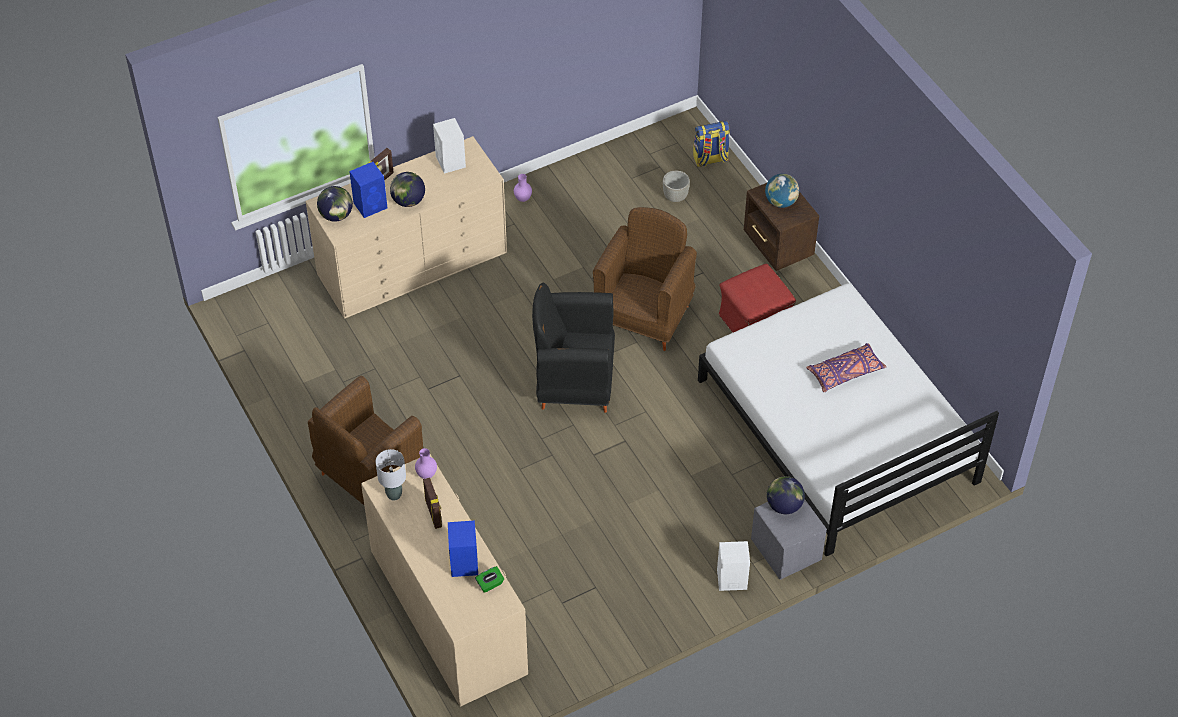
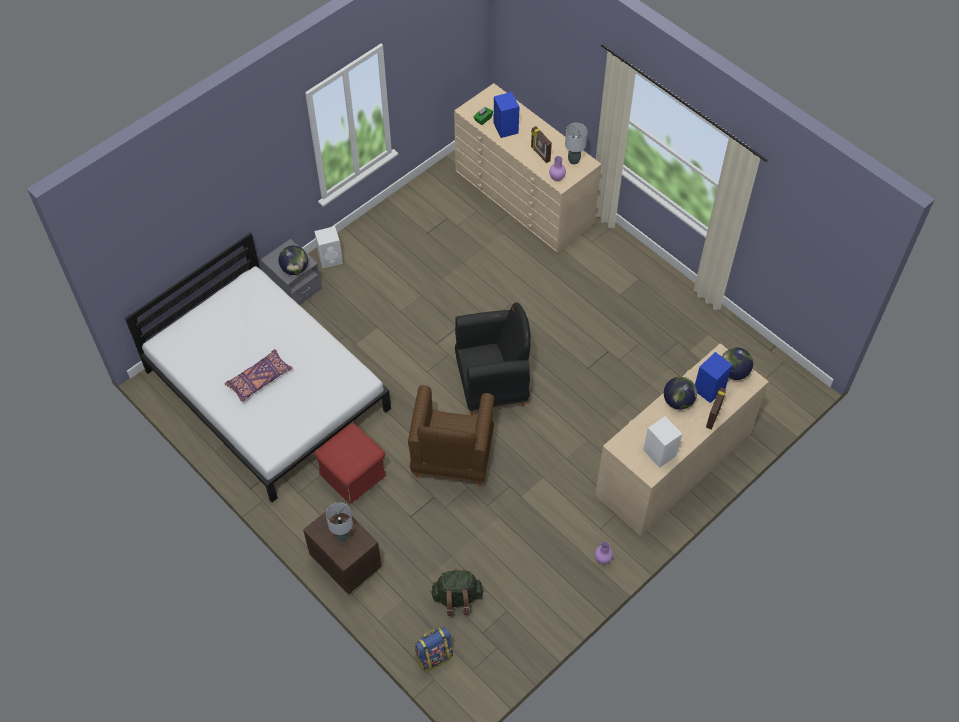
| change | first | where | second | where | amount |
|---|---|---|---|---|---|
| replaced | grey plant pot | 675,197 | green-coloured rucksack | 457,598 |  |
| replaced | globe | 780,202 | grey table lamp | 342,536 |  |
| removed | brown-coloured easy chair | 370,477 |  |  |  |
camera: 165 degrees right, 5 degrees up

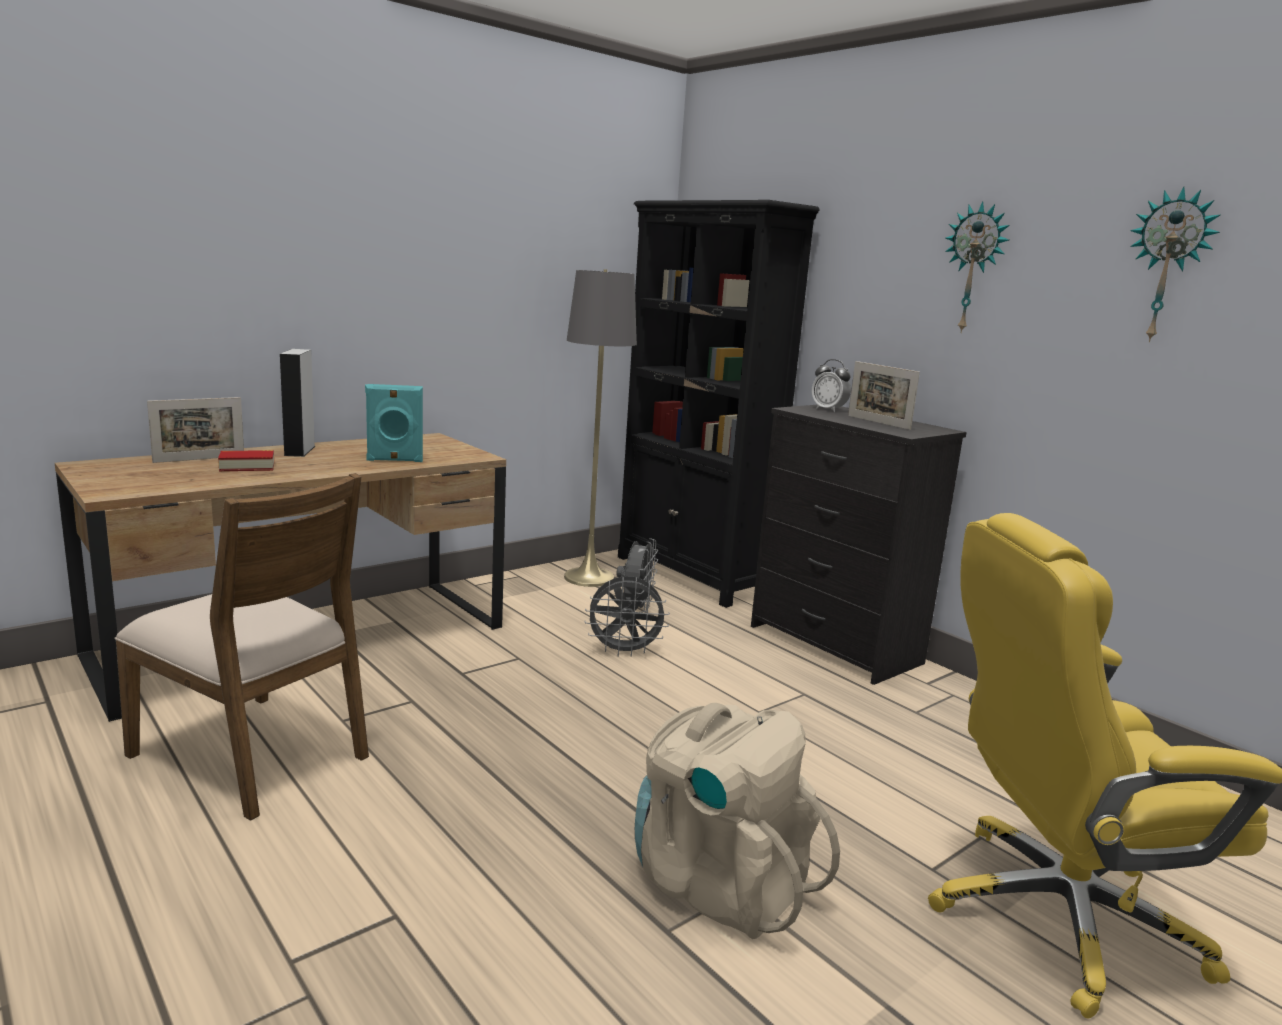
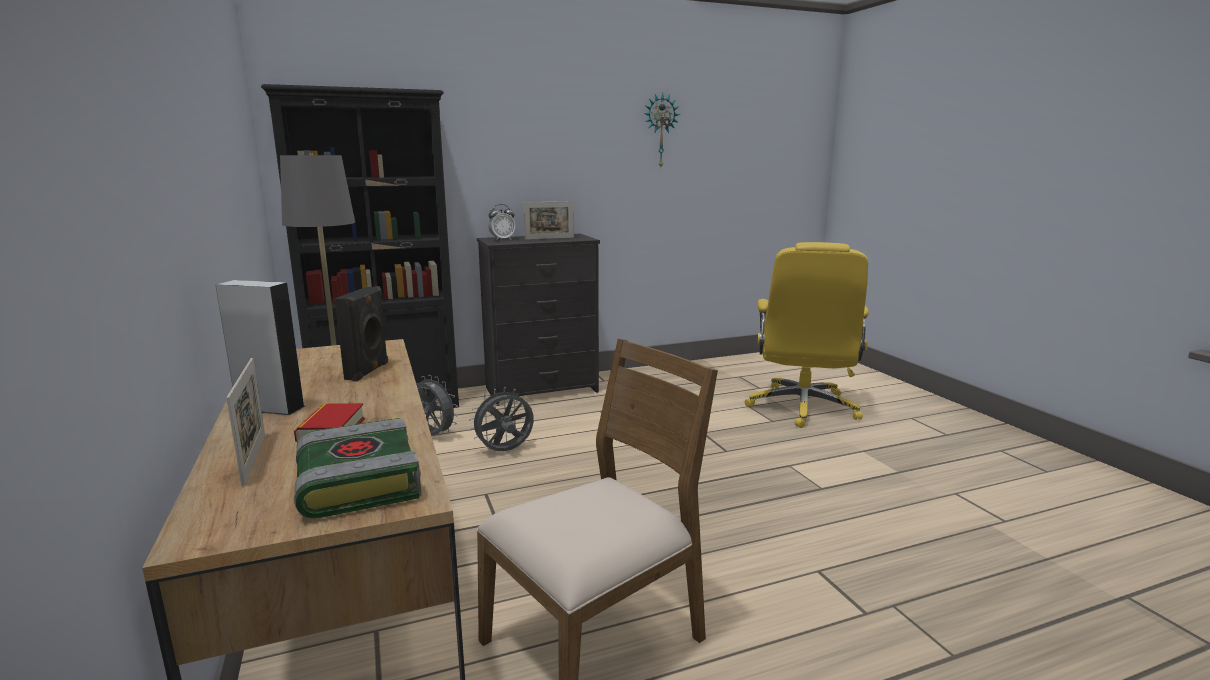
| change | first | where | second | where | amount |
|---|---|---|---|---|---|
| removed | hanging clock | 974,268 |  |  |  |
| recoloured | blue-green speaker | 395,460 | black speaker | 368,371 |  |
| turned | grey electric fan | 624,652 |  | 505,452 | 135 degrees counterclockwise |
| removed | beige rucksack | 719,883 |  |  |  |
| added |  |  | volume | 356,481 |  |
camera: 70 degrees left, 0 degrees up

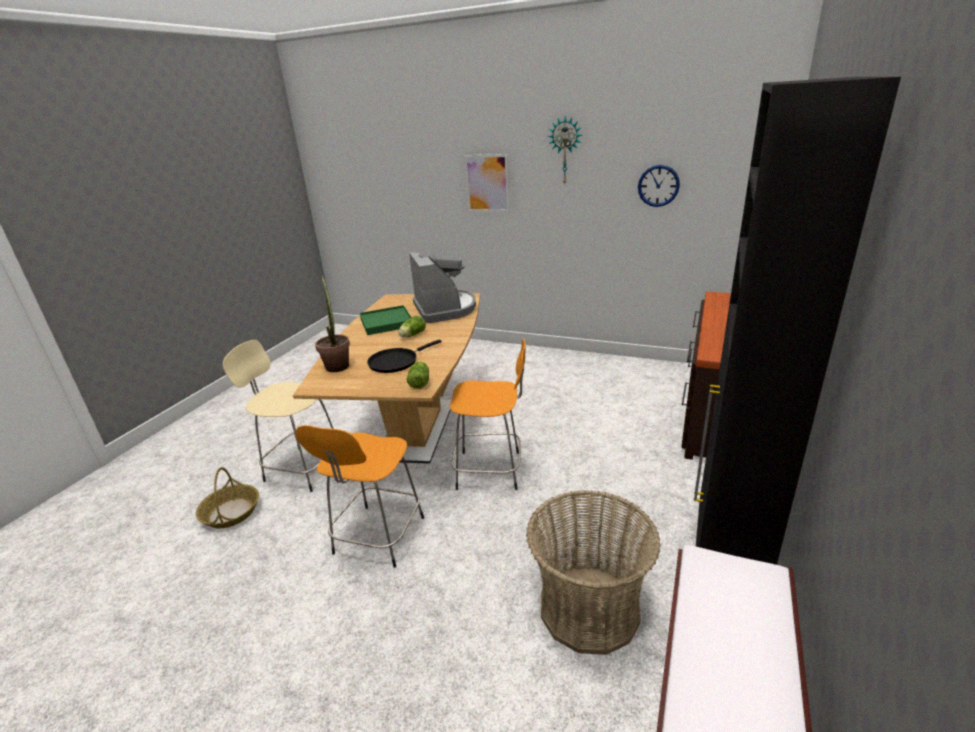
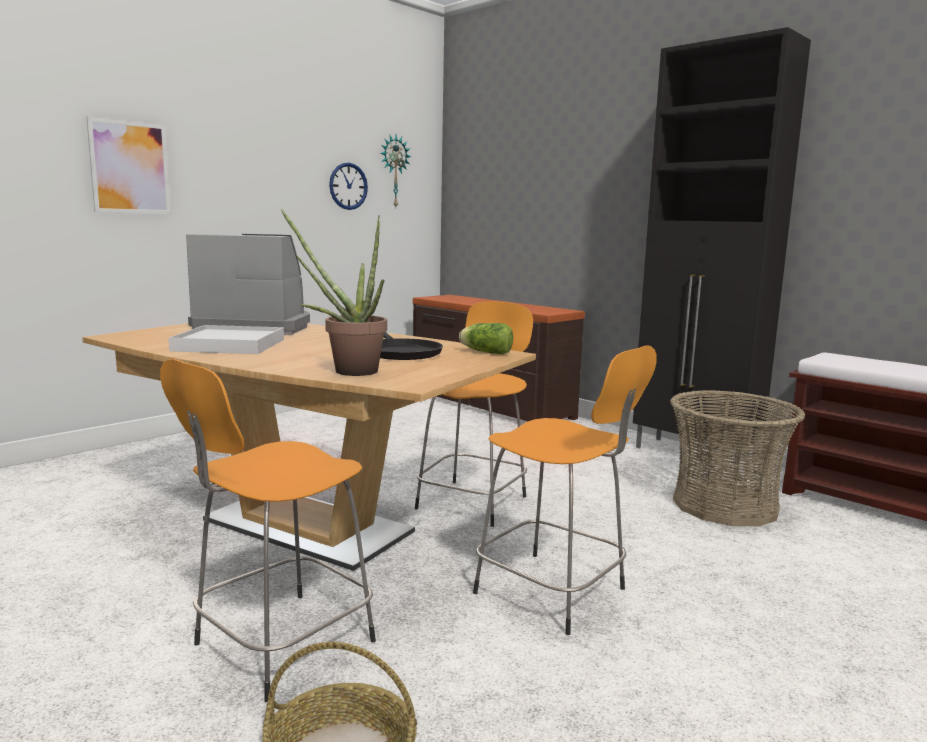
| change | first | where | second | where | amount |
|---|---|---|---|---|---|
| moved | hanging clock | 565,150 |  | 393,171 |  |
| recoloured | green-coloured carrying tray | 386,322 | whitish carrying tray | 229,345 |  |
| removed | lettuce | 411,335 |  |  |  |
| recoloured | beige stool seat | 302,468 | orange stool seat | 279,645 |  |
camera: 70 degrees left, 15 degrees down

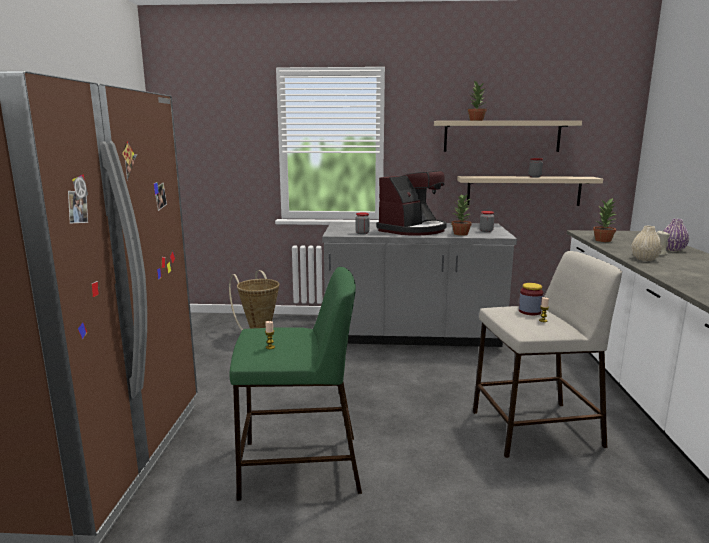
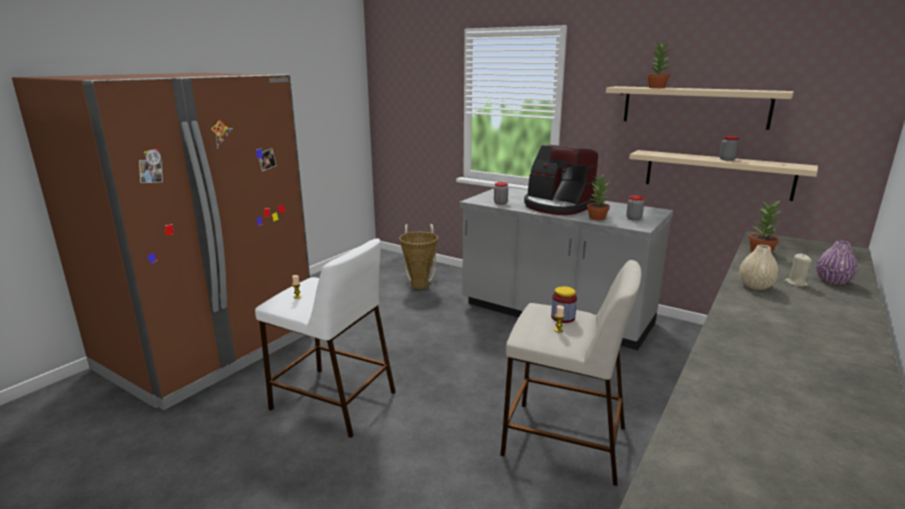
| change | first | where | second | where | amount |
|---|---|---|---|---|---|
| turned | coffee machine | 413,230 |  | 557,206 | 60 degrees clockwise |
| recoloured | green-coloured stool seat | 298,466 | whitish stool seat | 331,400 |  |
camera: 30 degrees right, 5 degrees up

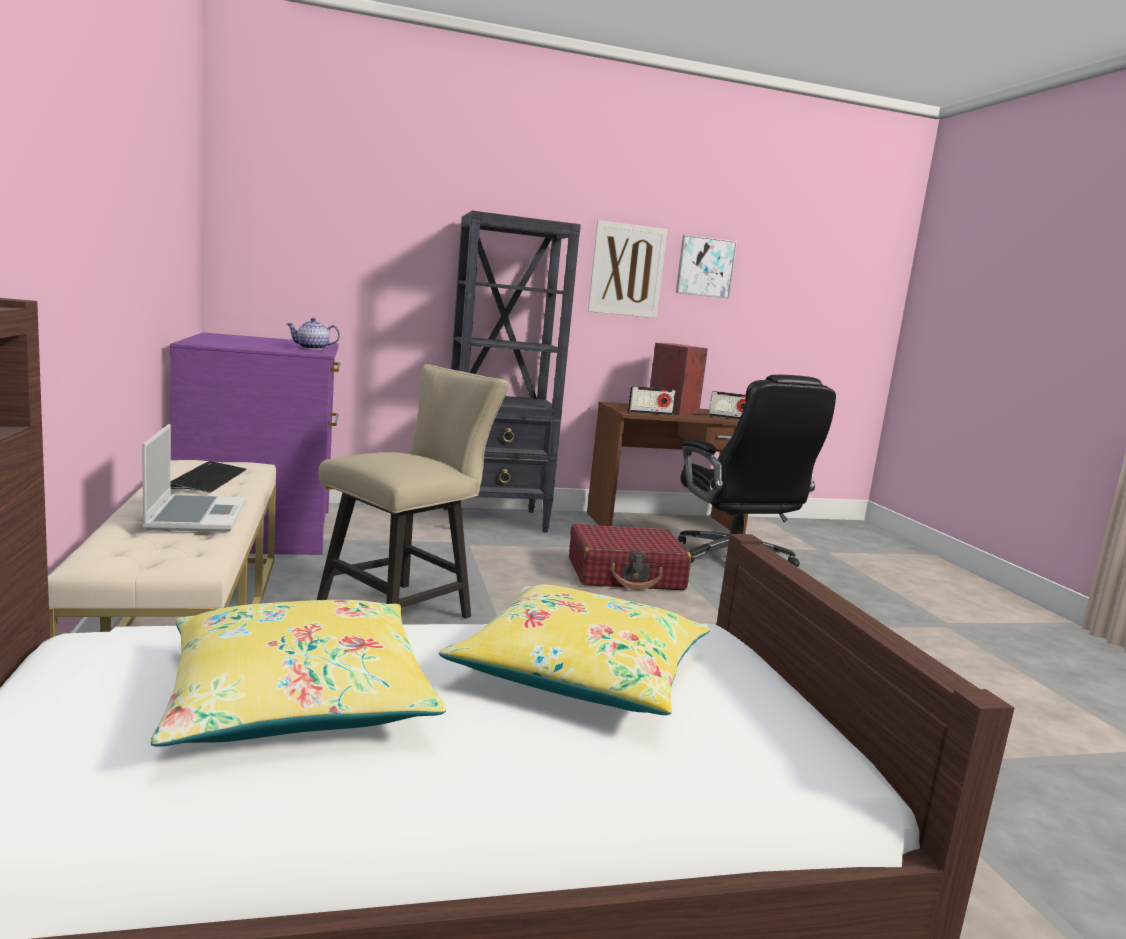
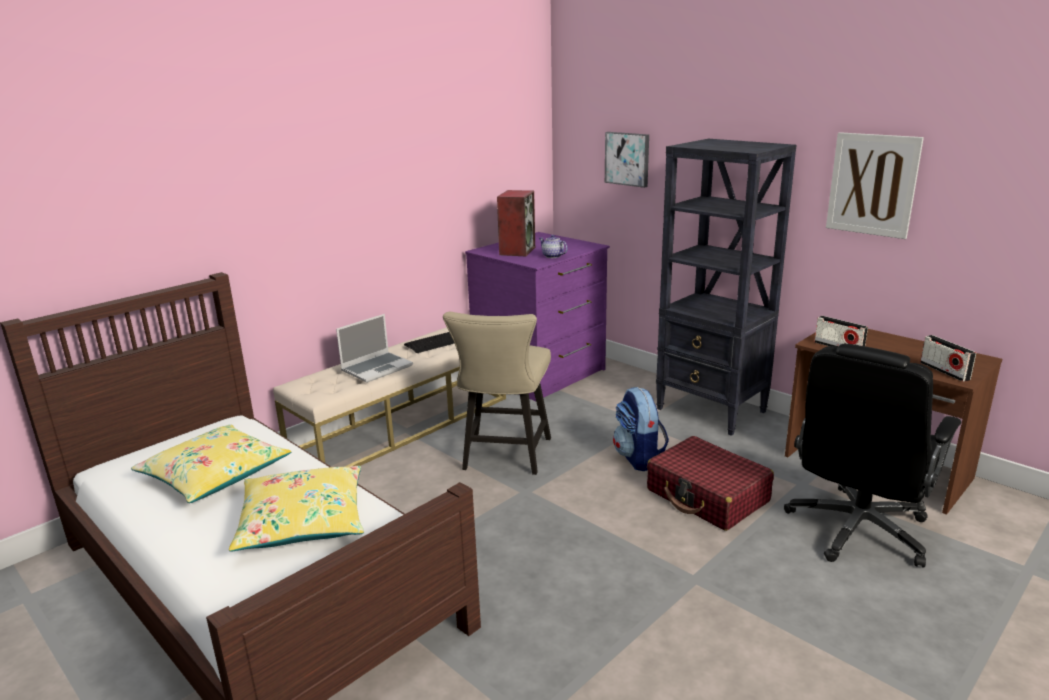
| change | first | where | second | where | amount |
|---|---|---|---|---|---|
| moved | picture | 705,267 |  | 627,159 |  |
| moved | speaker | 671,411 |  | 517,251 |  |
| turned | beige upright chair | 404,609 |  | 504,457 | 90 degrees clockwise |
| added |  |  | rucksack | 639,458 |  |
camera: 60 degrees right, 10 degrees up

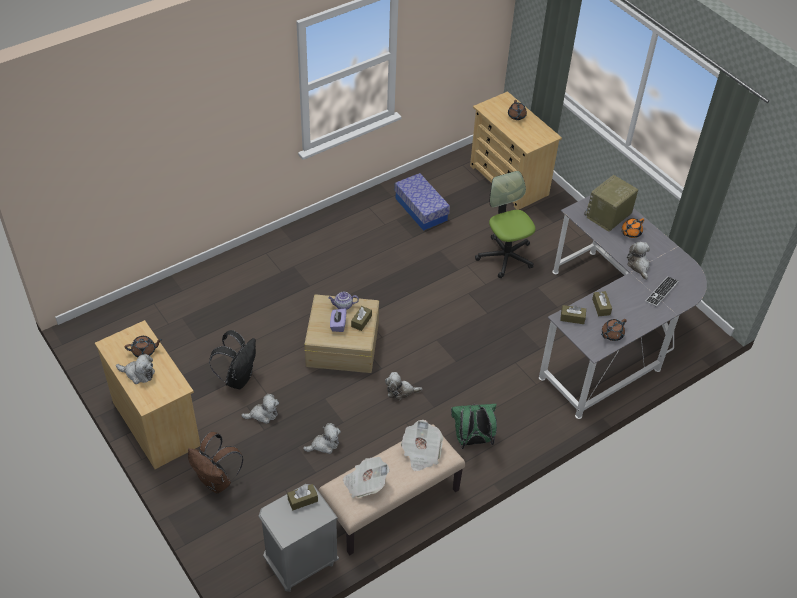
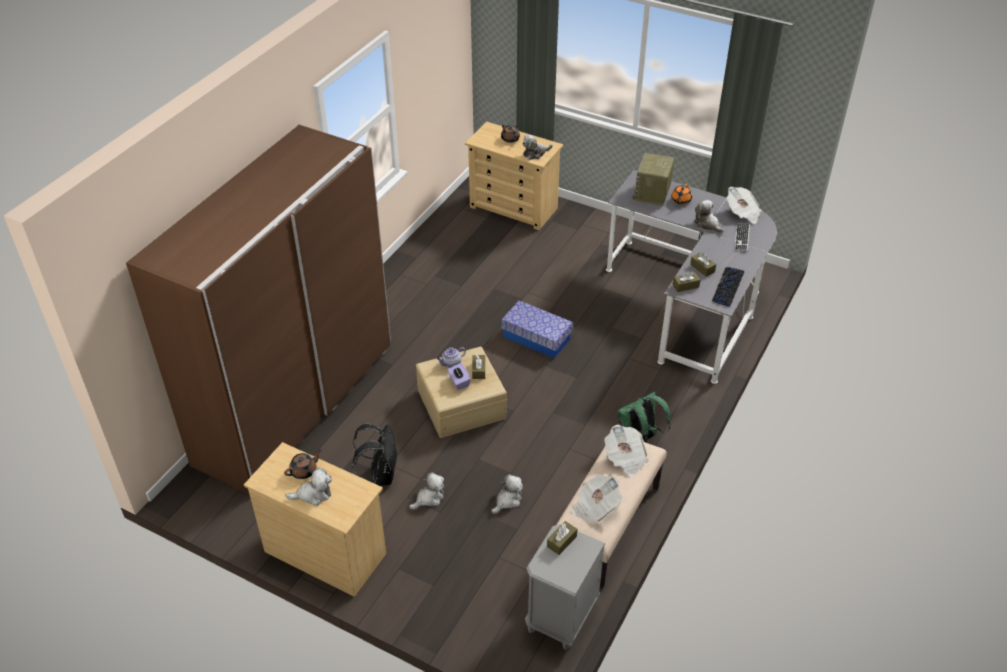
| change | first | where | second | where | amount |
|---|---|---|---|---|---|
| removed | desk chair | 505,256 |  |  |  |
| moved | storage container | 421,209 |  | 536,338 |  |
| replaced | brown-coloured pot for tea | 611,334 | keyboard | 728,287 |  |
| moved | cuddly toy | 400,391 |  | 535,153 |  |
| removed | brown-coloured rucksack | 217,481 |  |  |  |
| added |  |  | brown-coloured clothes cupboard | 295,402 |  |
| added |  |  | daily paper | 742,213 |  |
camera: 25 degrees left, 5 degrees down

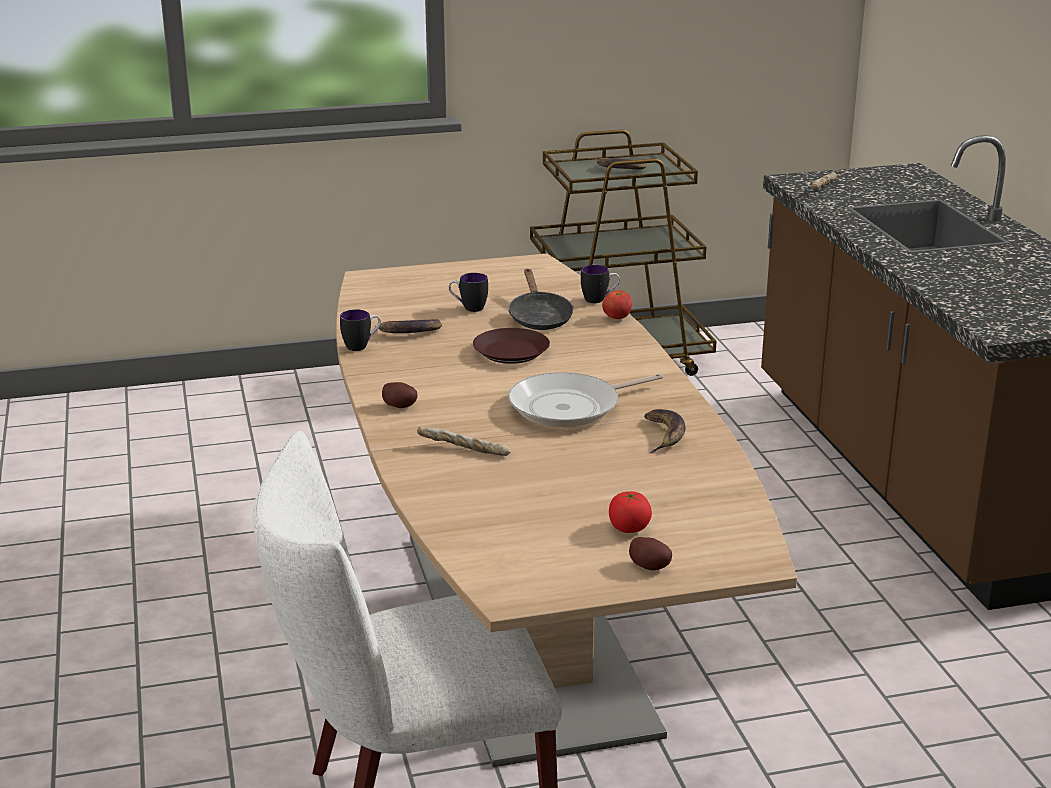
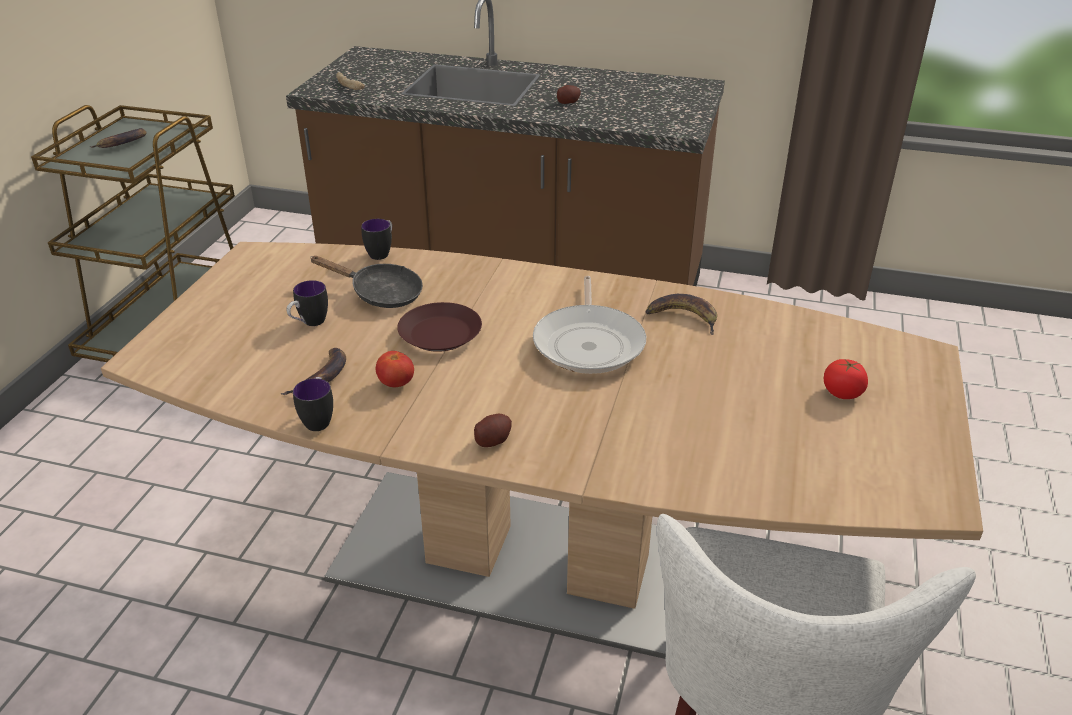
| change | first | where | second | where | amount |
|---|---|---|---|---|---|
| moved | tomato | 616,318 |  | 396,384 |  |
| removed | baked bread | 463,451 |  |  |  |
| moved | spud | 650,565 |  | 568,102 |  |
camera: 60 degrees left, 10 degrees up

